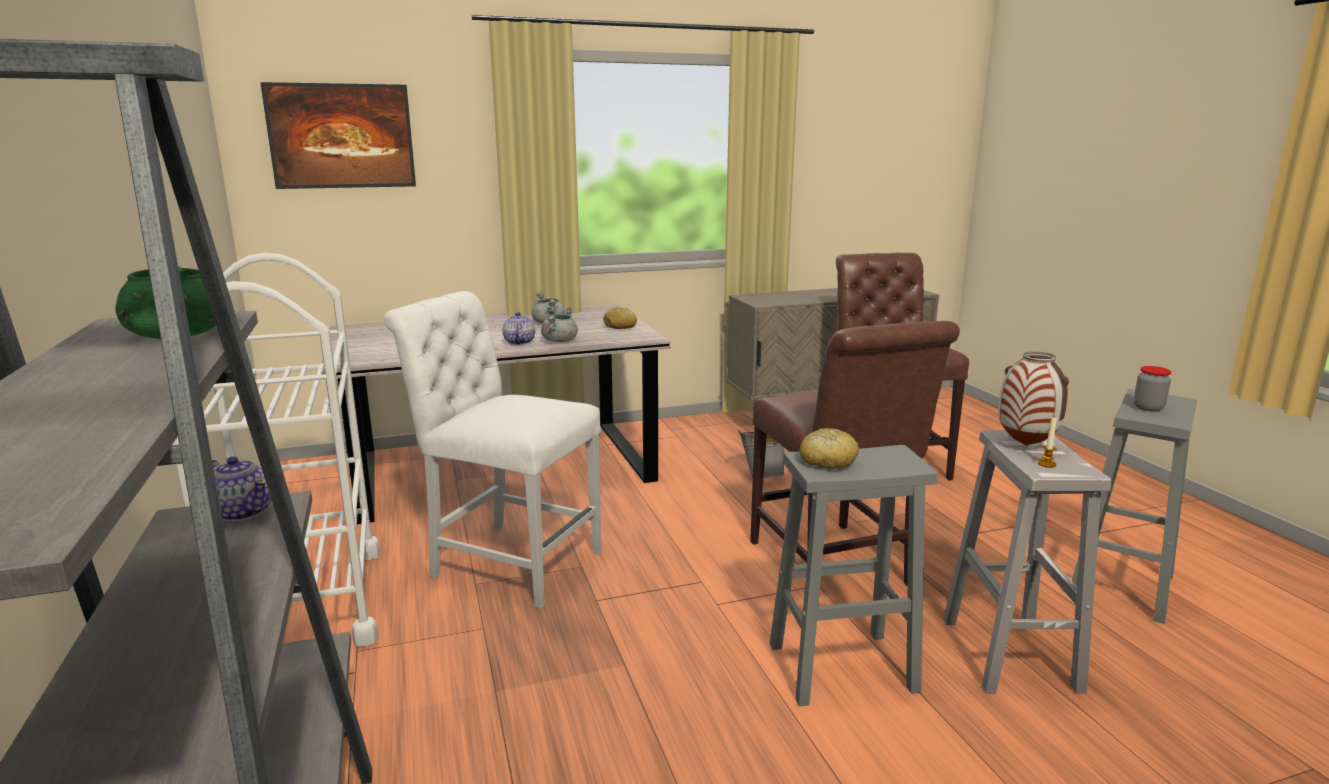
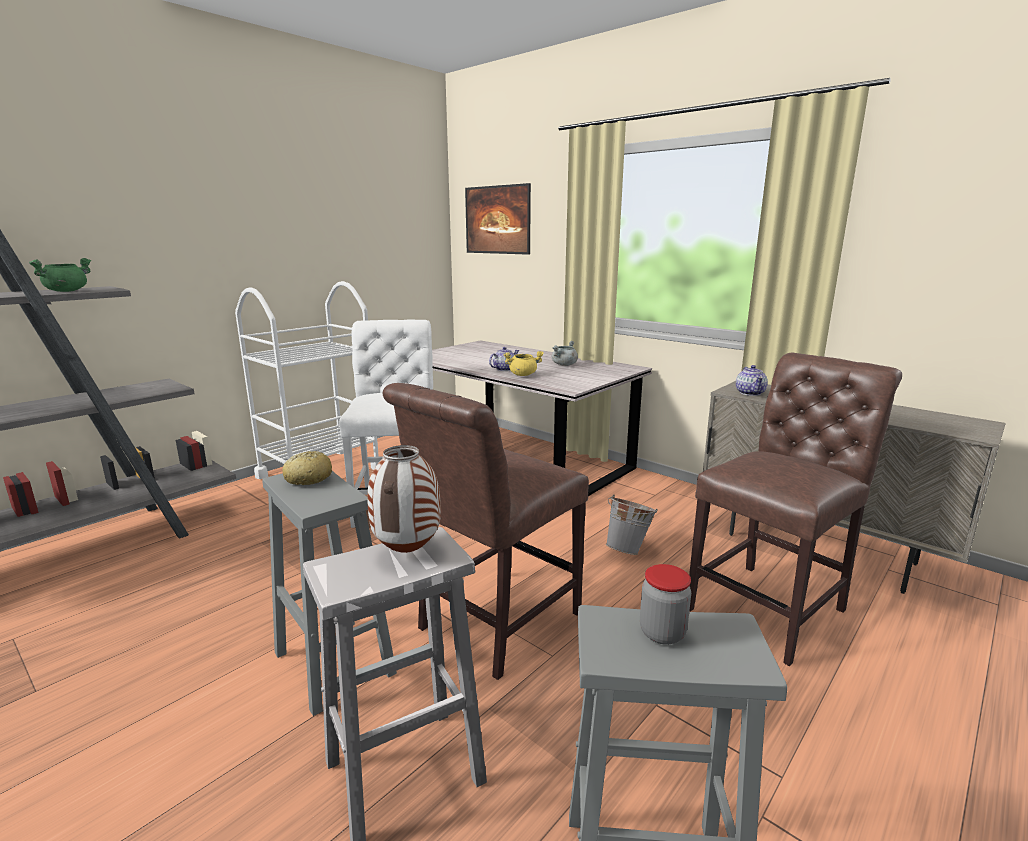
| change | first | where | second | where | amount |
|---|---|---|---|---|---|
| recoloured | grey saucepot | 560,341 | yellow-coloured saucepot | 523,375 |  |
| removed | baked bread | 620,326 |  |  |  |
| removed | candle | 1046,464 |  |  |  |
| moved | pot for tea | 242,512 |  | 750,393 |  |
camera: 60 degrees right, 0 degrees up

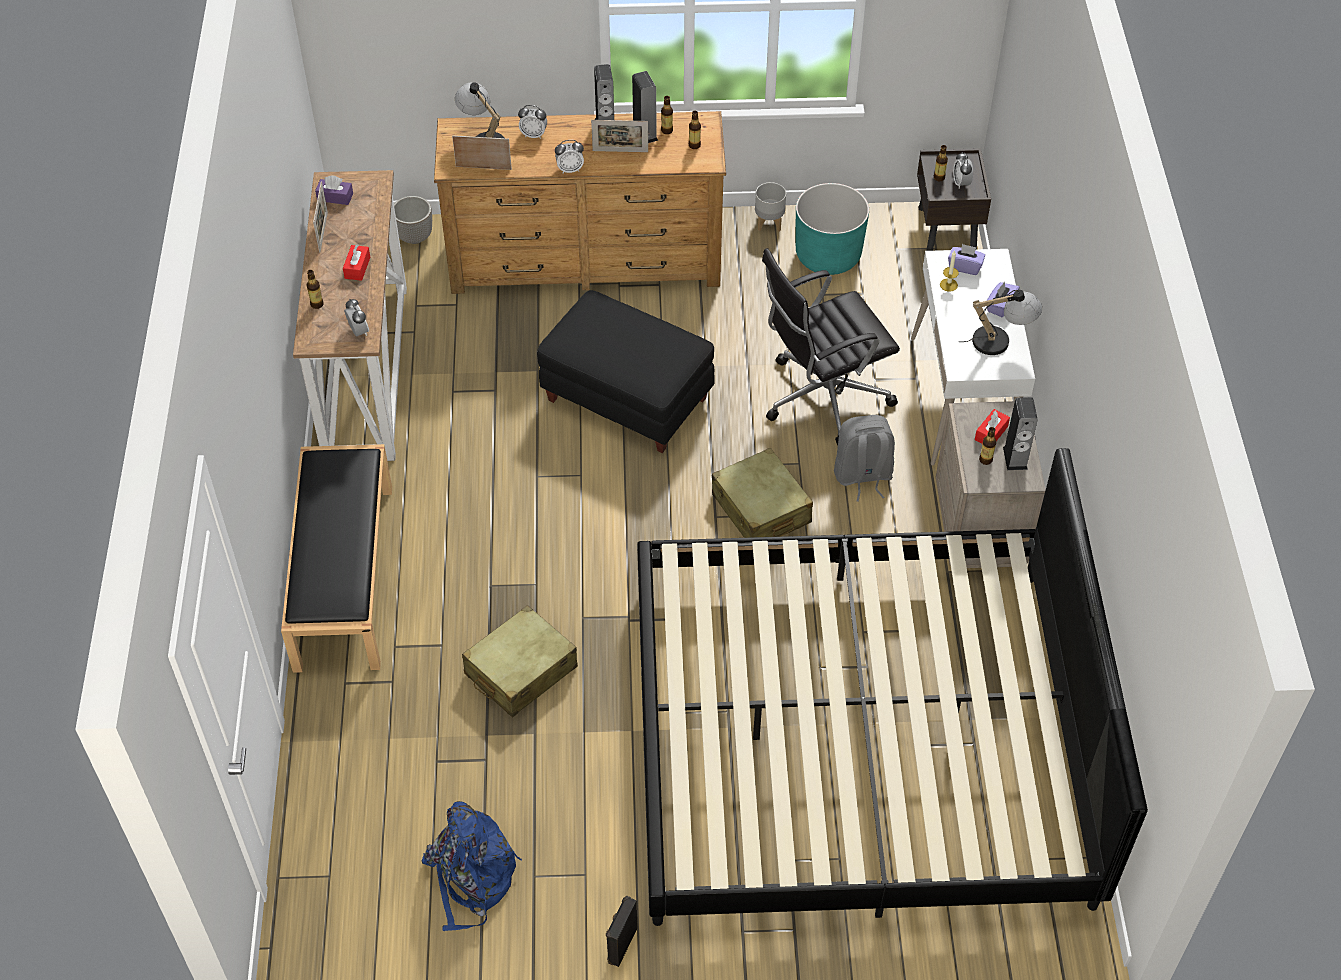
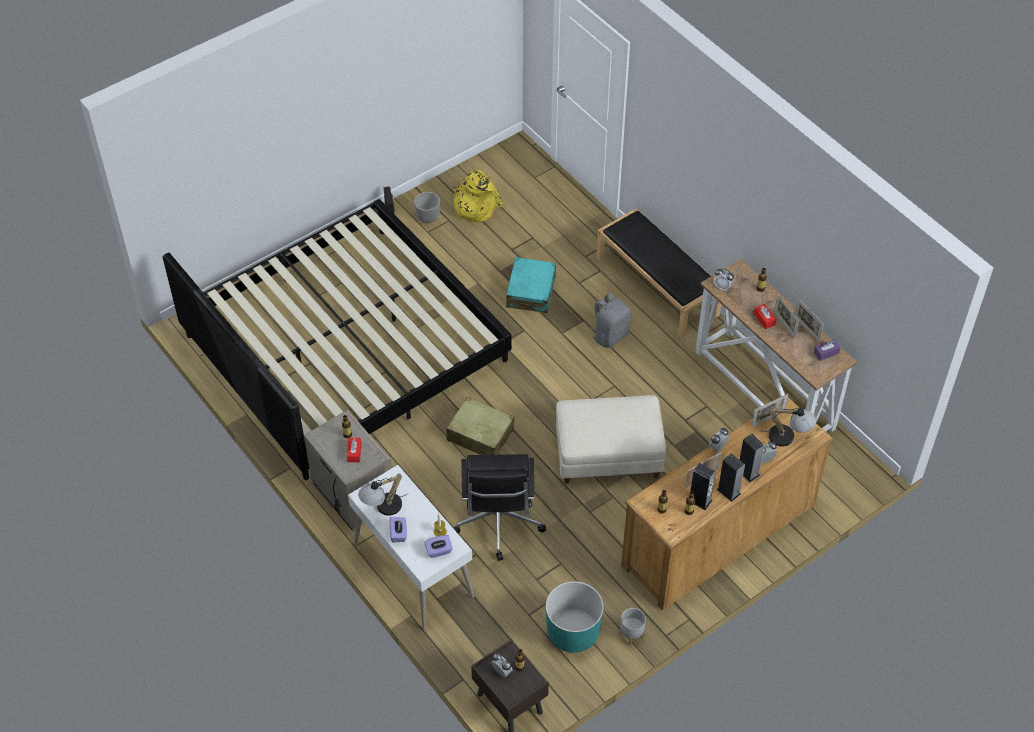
| change | first | where | second | where | amount |
|---|---|---|---|---|---|
| moved | plant pot | 415,237 |  | 427,218 |  |
| turned | black desk chair | 822,398 |  | 498,523 | 150 degrees clockwise |
| recoloured | black footrest | 627,398 | beige footrest | 608,457 |  |
| moved | speaker | 1015,458 |  | 748,472 |  |
| moved | grey rucksack | 862,476 |  | 610,335 |  |
| recoloured | beige suitcase | 520,671 | blue-green suitcase | 531,291 |  |
| recoloured | bluish rucksack | 471,878 | yellow-coloured rucksack | 475,206 |  |
| added |  |  | picture frame | 784,325 |  |
camera: 145 degrees right, 0 degrees up

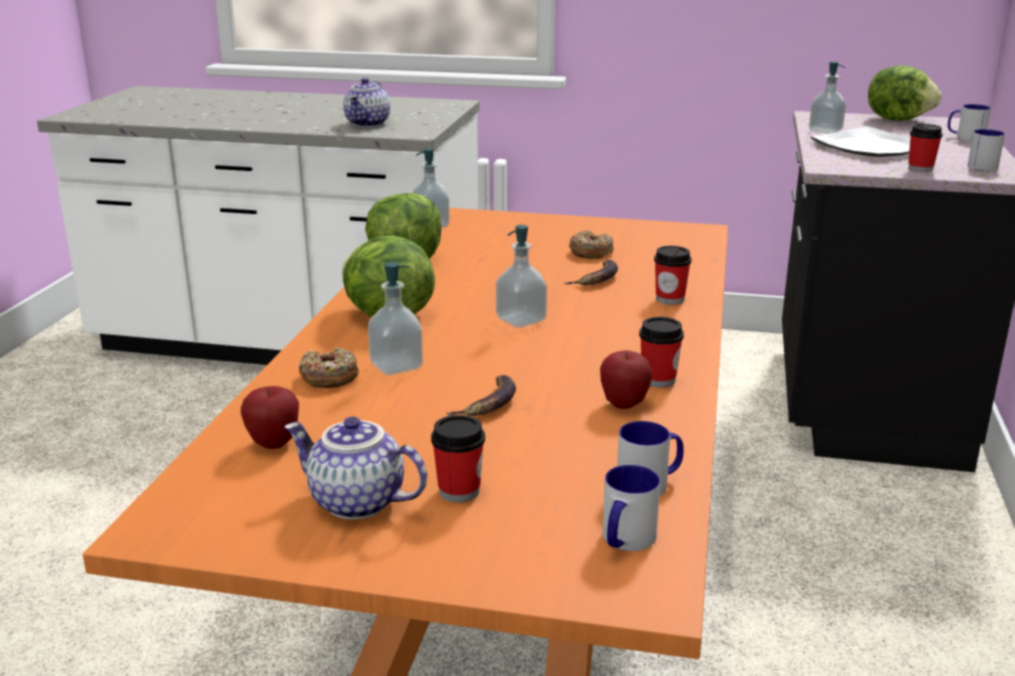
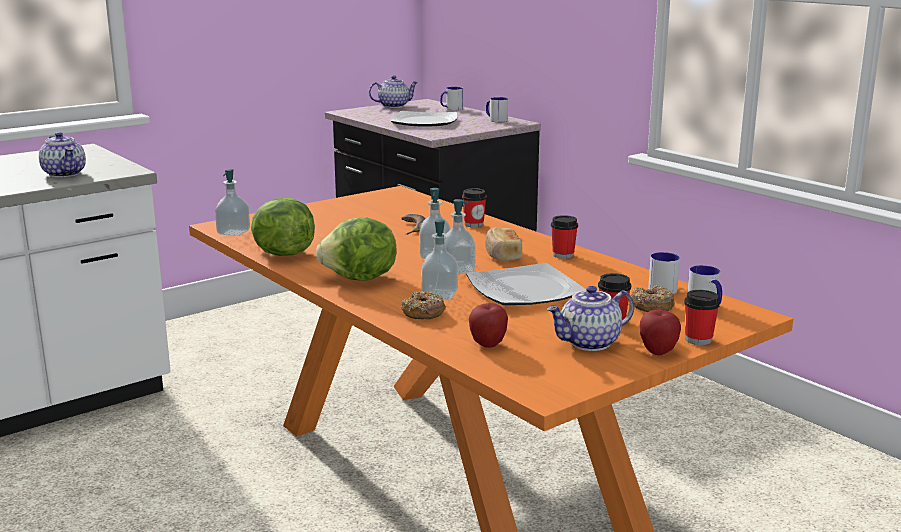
| change | first | where | second | where | amount |
|---|---|---|---|---|---|
| moved | soap bottle | 825,131 |  | 458,270 |  |
| replaced | lettuce | 898,119 | pot for tea | 394,106 |  |
| moved | cup | 920,169 |  | 698,339 |  |
| moved | ring doughnut | 591,252 |  | 652,306 |  |
| moved | whole apple | 624,405 |  | 658,352 |  |
| replaced | banana | 488,403 | flat dish | 526,290 |  |
| added |  |  | baked bread | 502,255 |  |
camera: 50 degrees left, 5 degrees down

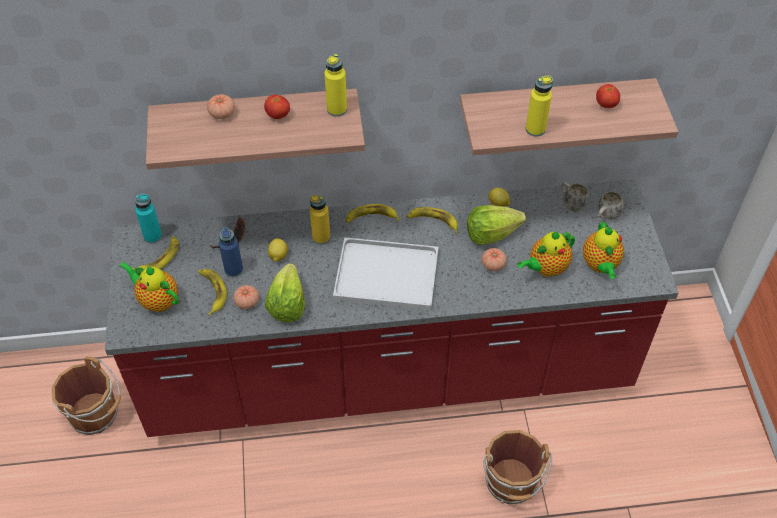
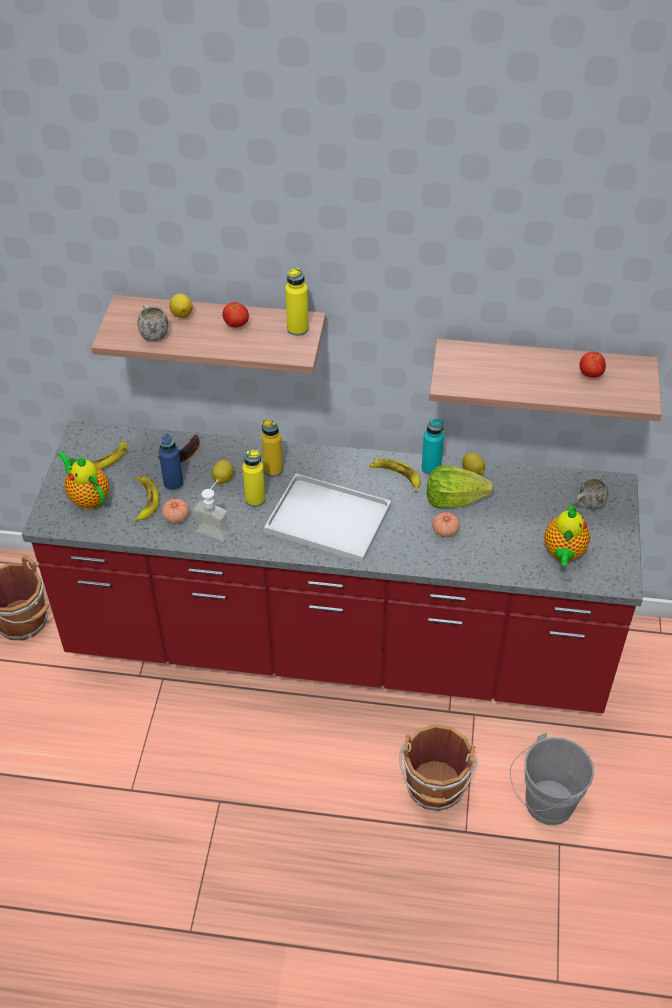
| change | first | where | second | where | amount |
|---|---|---|---|---|---|
| moved | yellow-coloured bottle | 535,129 |  | 255,499 |  |
| replaced | tomato | 222,114 | citrus fruit | 182,314 |  |
| moved | whitish coffee mug | 571,203 |  | 153,333 |  |
| moved | blue-green bottle | 153,236 |  | 431,468 |  |
| removed | banana | 371,217 |  |  |  |
| removed | pot for tea | 546,268 |  |  |  |
| replaced | lettuce | 287,304 | soap bottle | 216,528 |  |
| added |  |  | grey water bucket | 544,805 |  |
camera: 15 degrees right, 5 degrees down

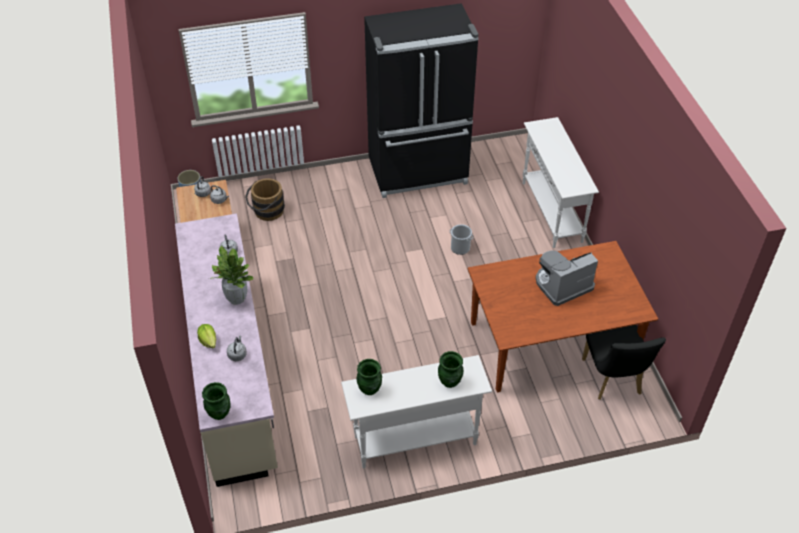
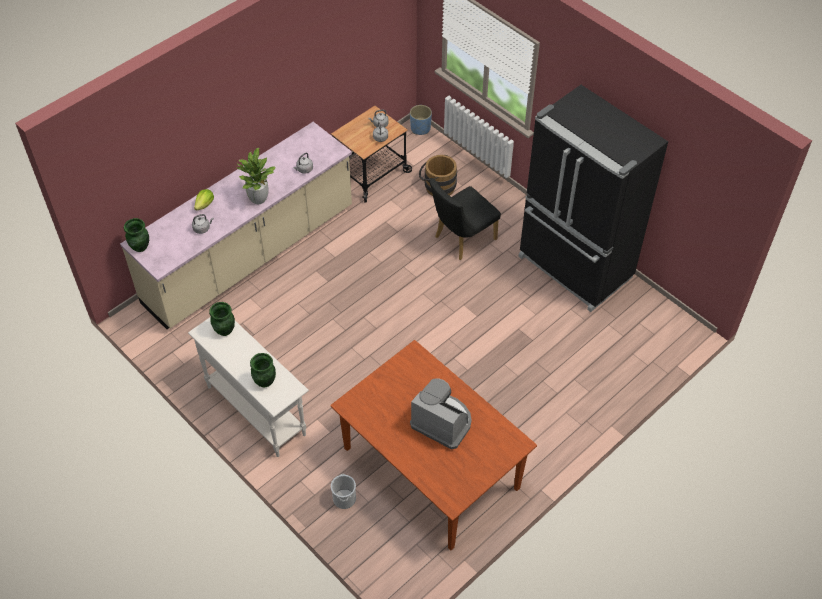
| change | first | where | second | where | amount |
|---|---|---|---|---|---|
| removed | whitish hall table | 551,212 |  |  |  |
| moved | water bucket | 460,248 |  | 344,499 |  |
| moved | black upright chair | 613,380 |  | 461,240 |  |
camera: 60 degrees right, 5 degrees up

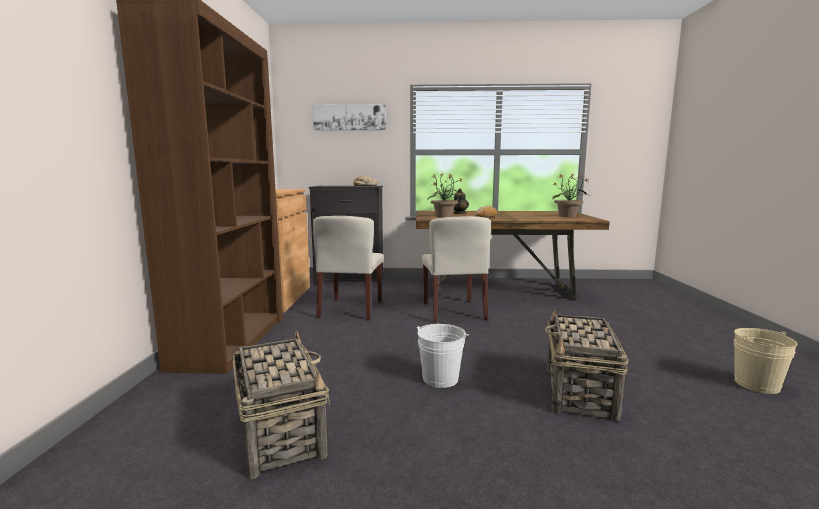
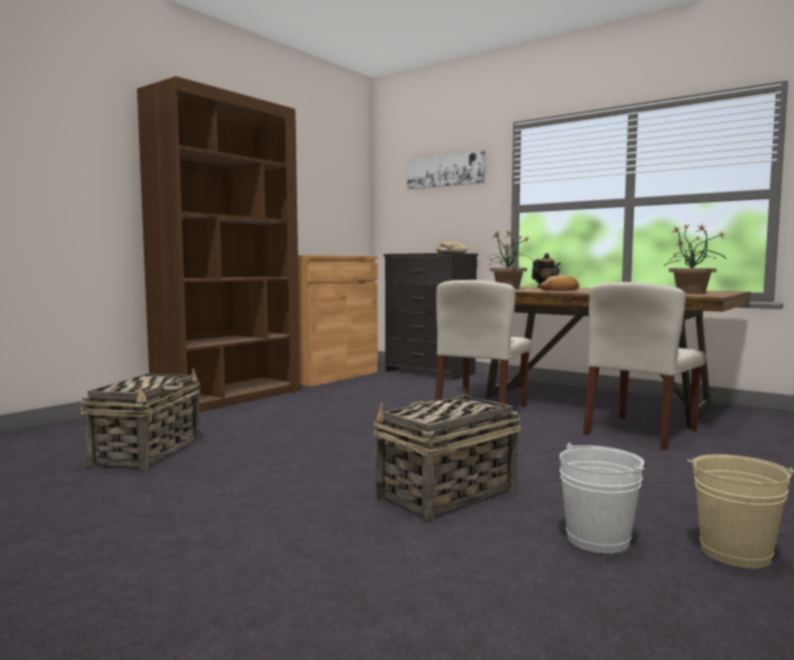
| change | first | where | second | where | amount |
|---|---|---|---|---|---|
| moved | beige upright chair | 351,309 |  | 641,432 |  |
| moved | whitish water bucket | 440,379 |  | 598,539 |  |
camera: 35 degrees right, 5 degrees down

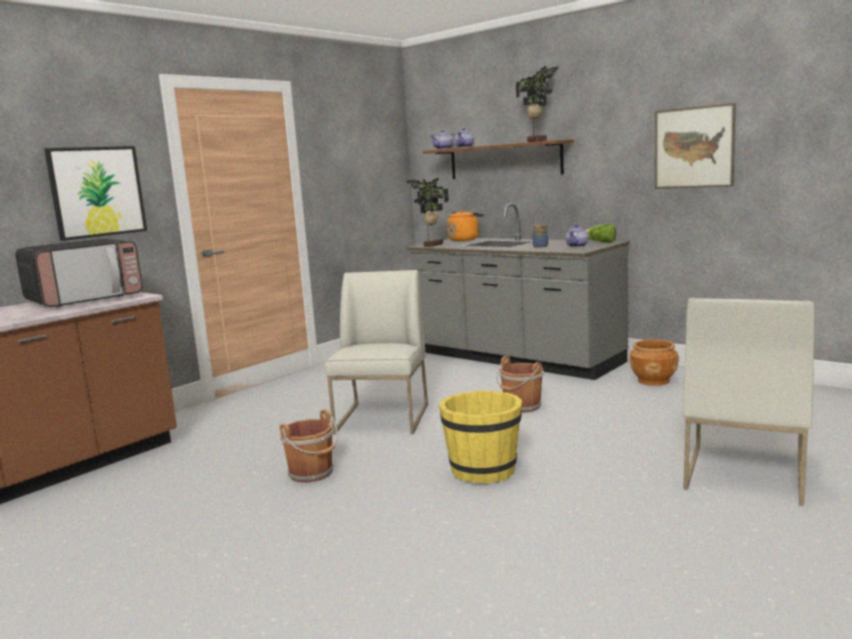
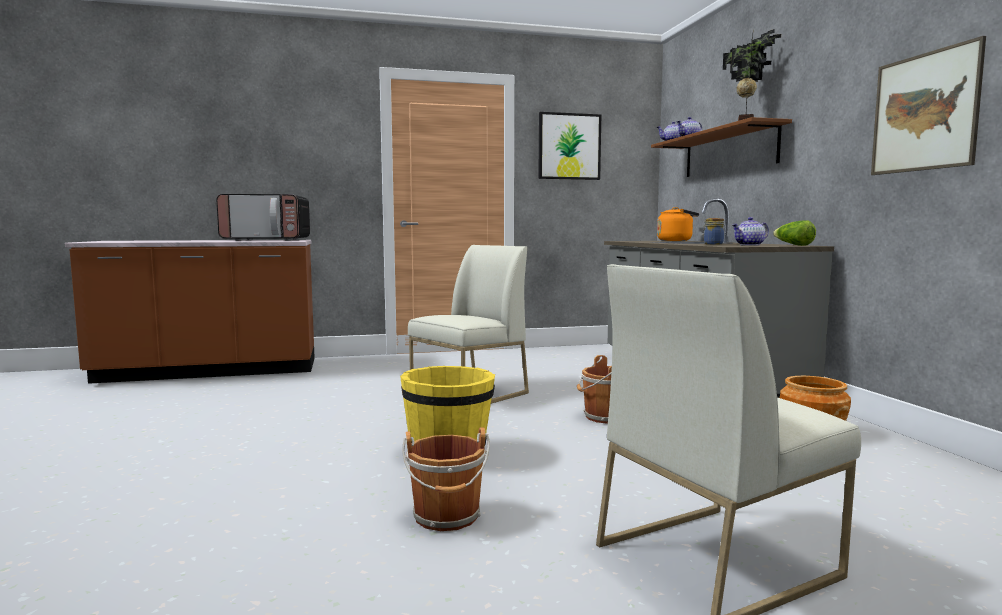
| change | first | where | second | where | amount |
|---|---|---|---|---|---|
| moved | picture | 97,192 |  | 569,146 |  |
| removed | plant in a pot | 431,245 |  |  |  |
| moved | brown-coloured water bucket | 312,473 |  | 447,517 |  |
camera: 35 degrees right, 5 degrees down

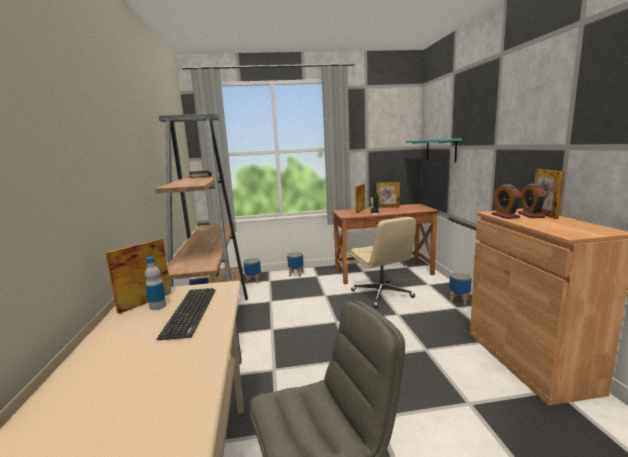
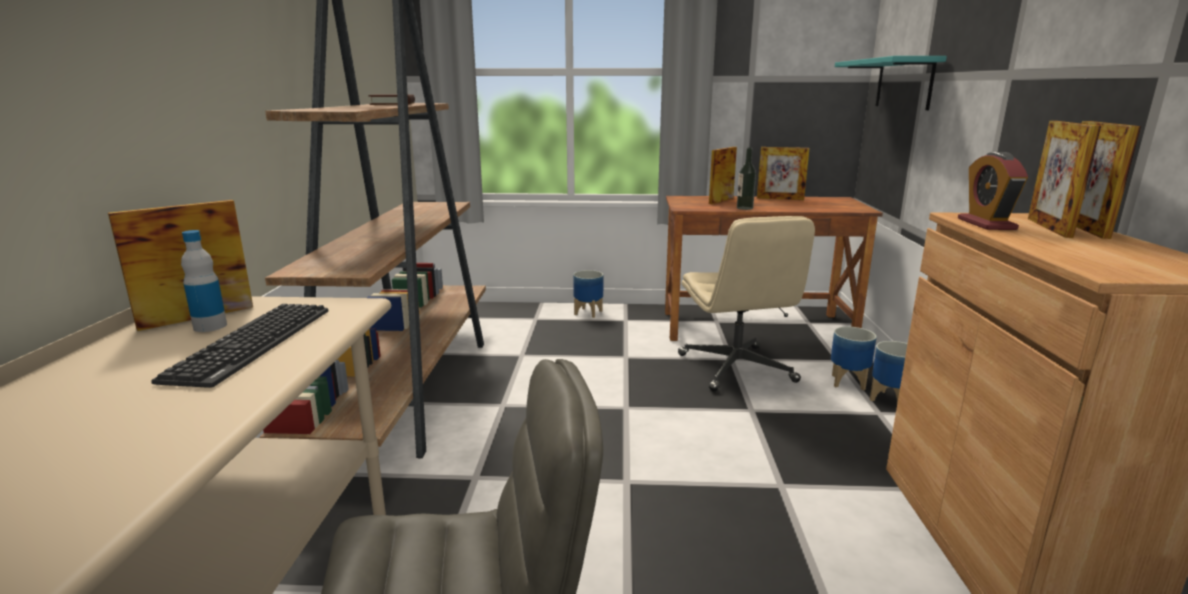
| change | first | where | second | where | amount |
|---|---|---|---|---|---|
| replaced | bedside clock | 531,215 | picture frame | 1049,227 |  |
| moved | plant pot | 253,281 |  | 848,382 |  |
camera: 10 degrees right, 5 degrees up

